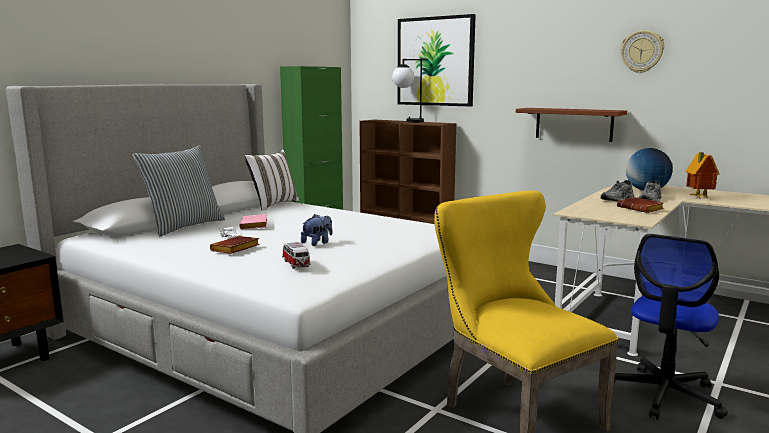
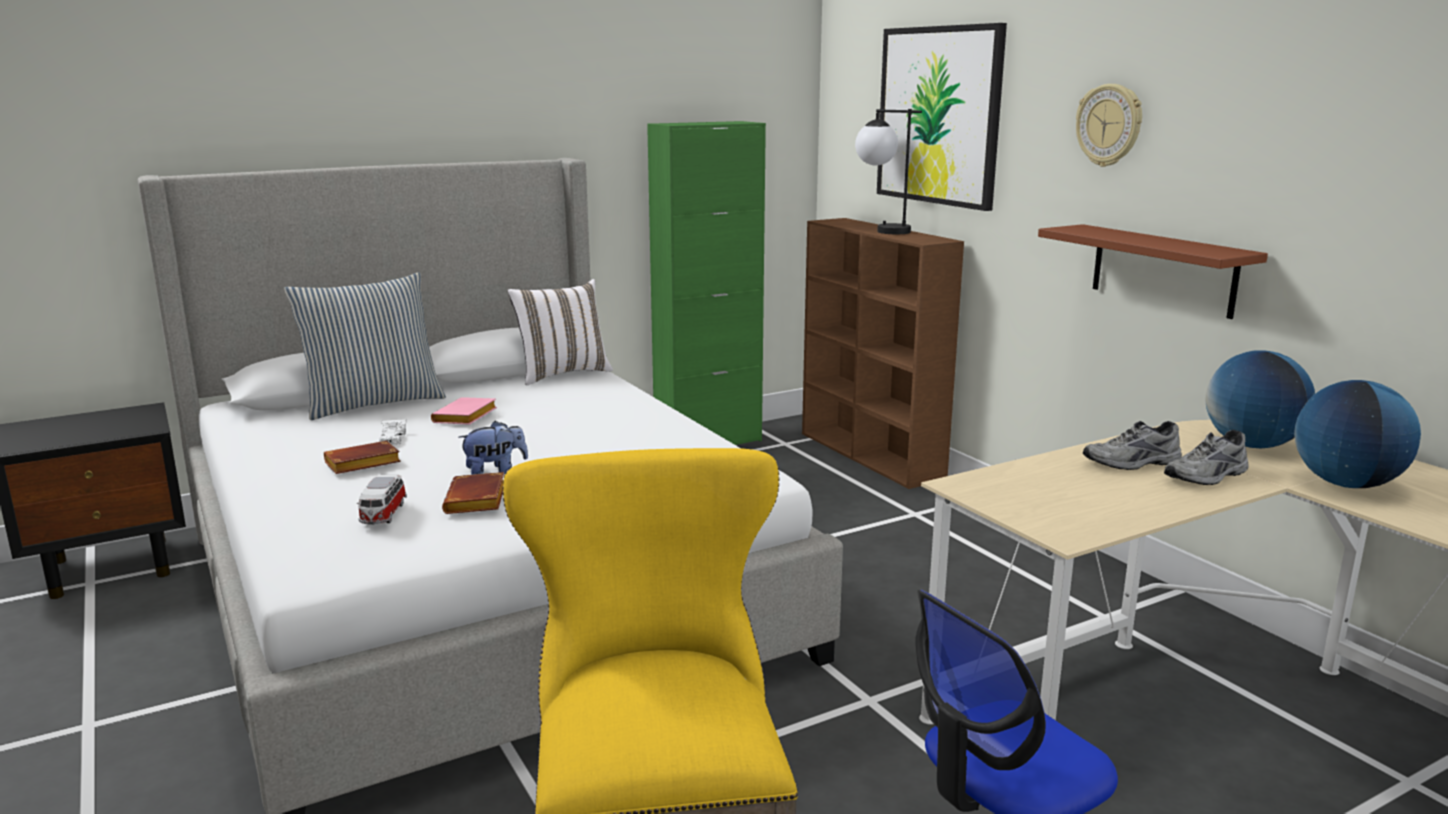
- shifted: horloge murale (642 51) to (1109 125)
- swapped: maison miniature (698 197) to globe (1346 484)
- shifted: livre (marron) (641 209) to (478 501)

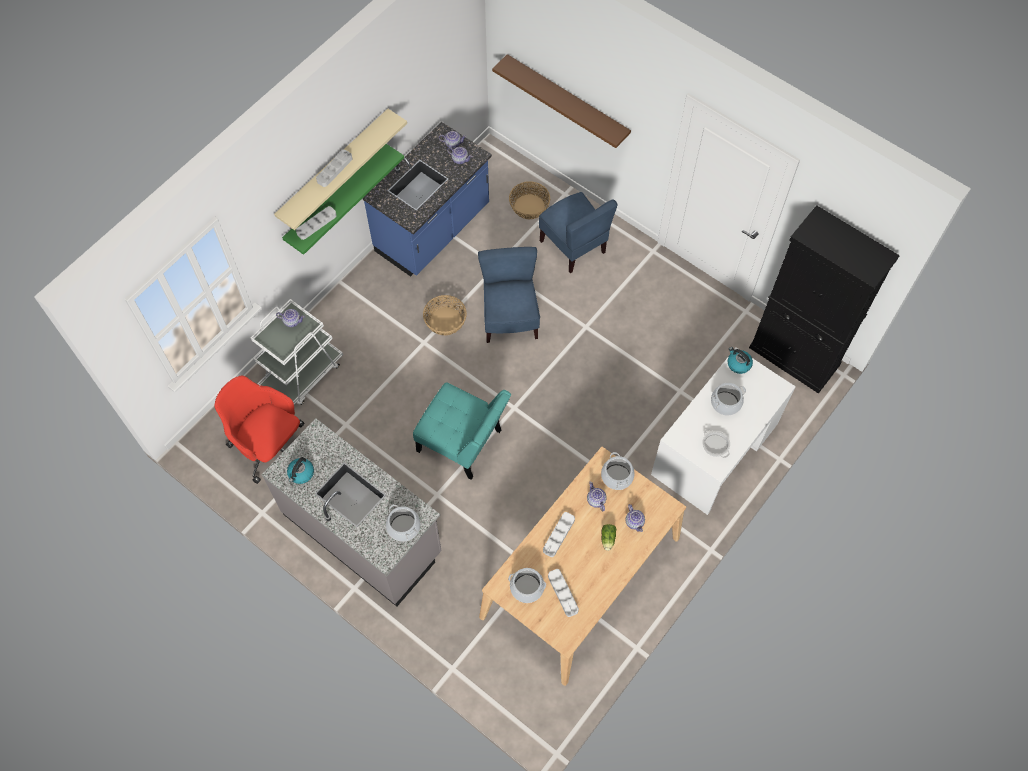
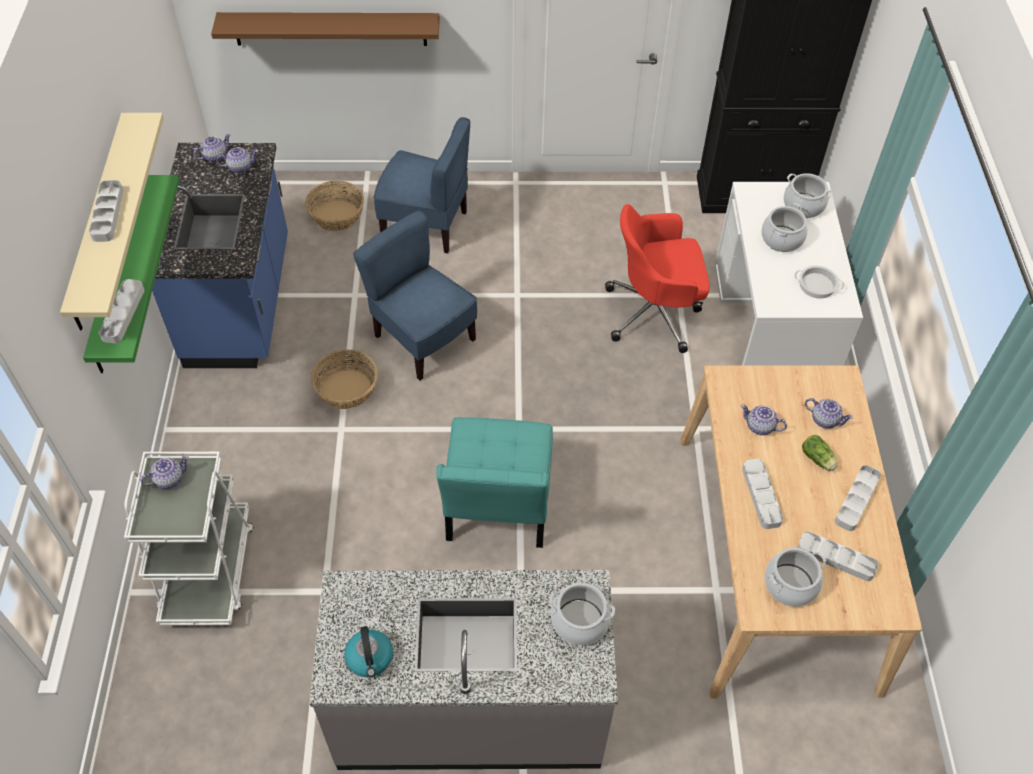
- gone: bouilloire (738 364)
- shifted: chaise de bureau (rouge) (269 446) to (655 313)
- rotated: chaise (turquoise) (463 443) = (497 509) 105 degrees clockwise
- shifted: marmite (617 476) to (803 205)
- new: plateau (gris) (856 500)

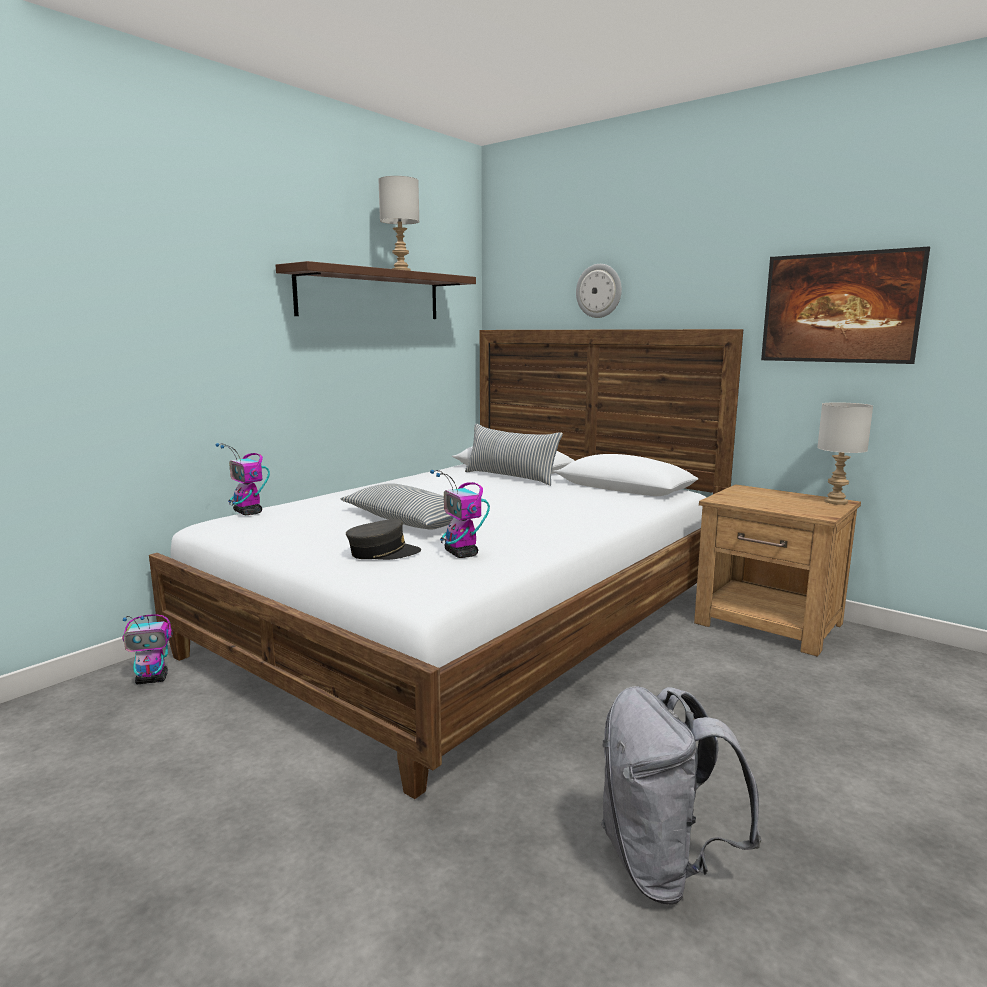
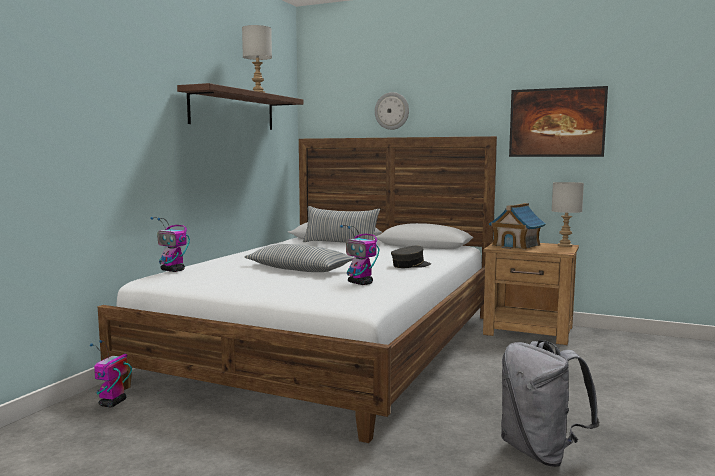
- shifted: casquette (gris) (383 553) to (410 265)
- rotated: robot jouet (153 679) = (112 403) 135 degrees clockwise
- new: maison miniature (516 245)

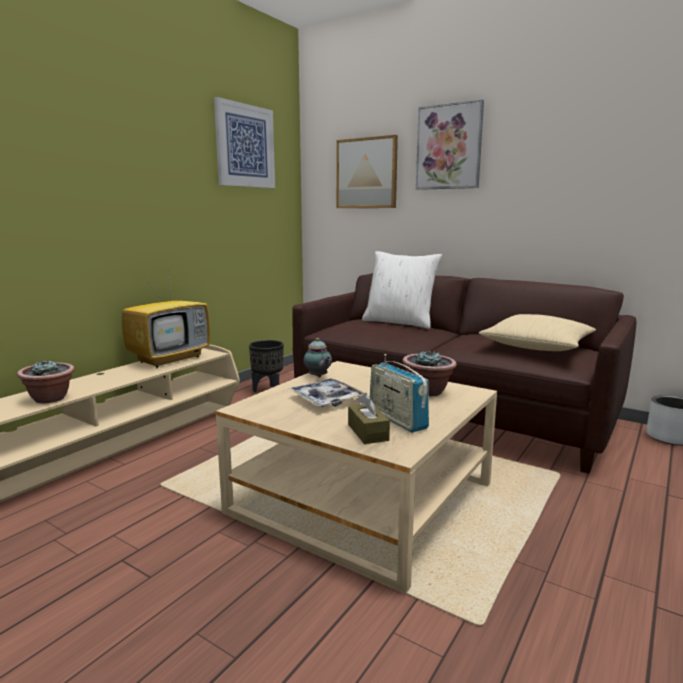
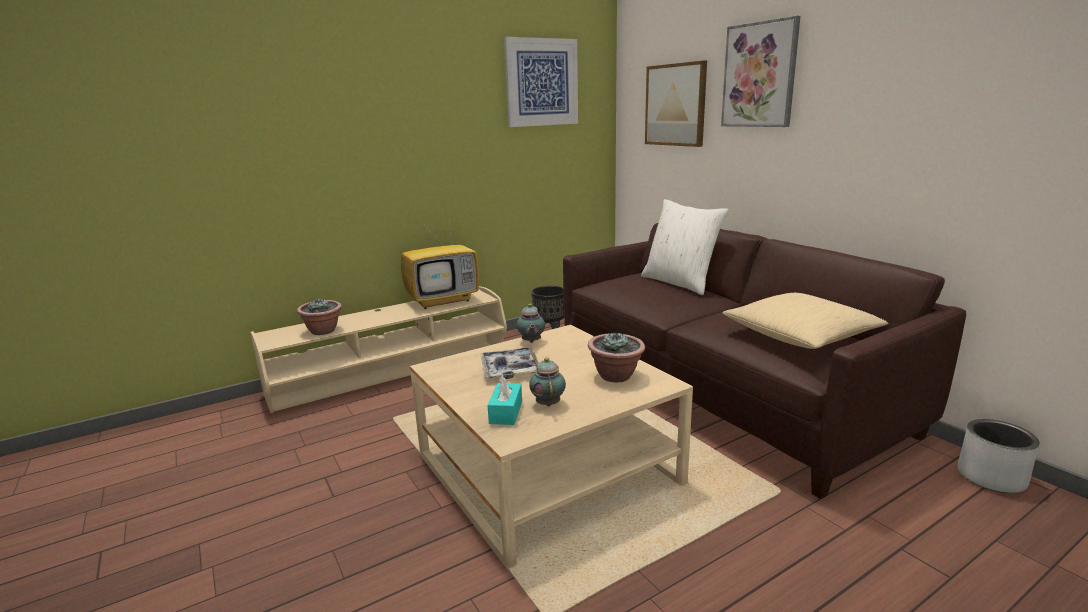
- swapped: radio (397 419) to théière (548 403)
- repainted: boîte à mouchoirs (marron) (368 432) to boîte à mouchoirs (turquoise) (506 412)

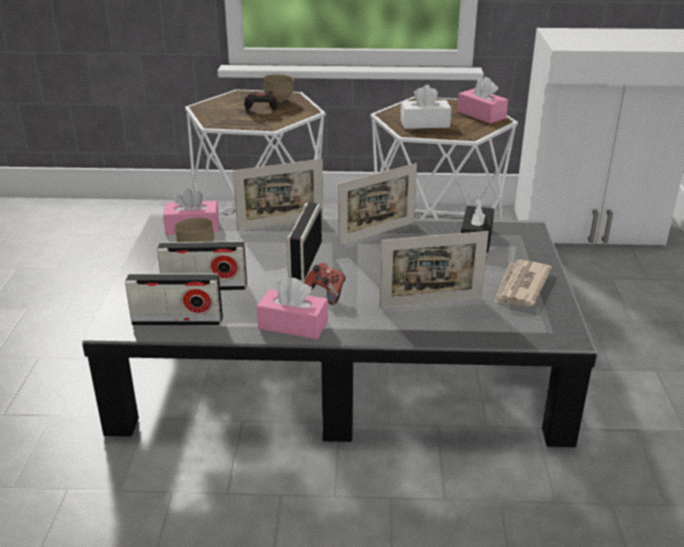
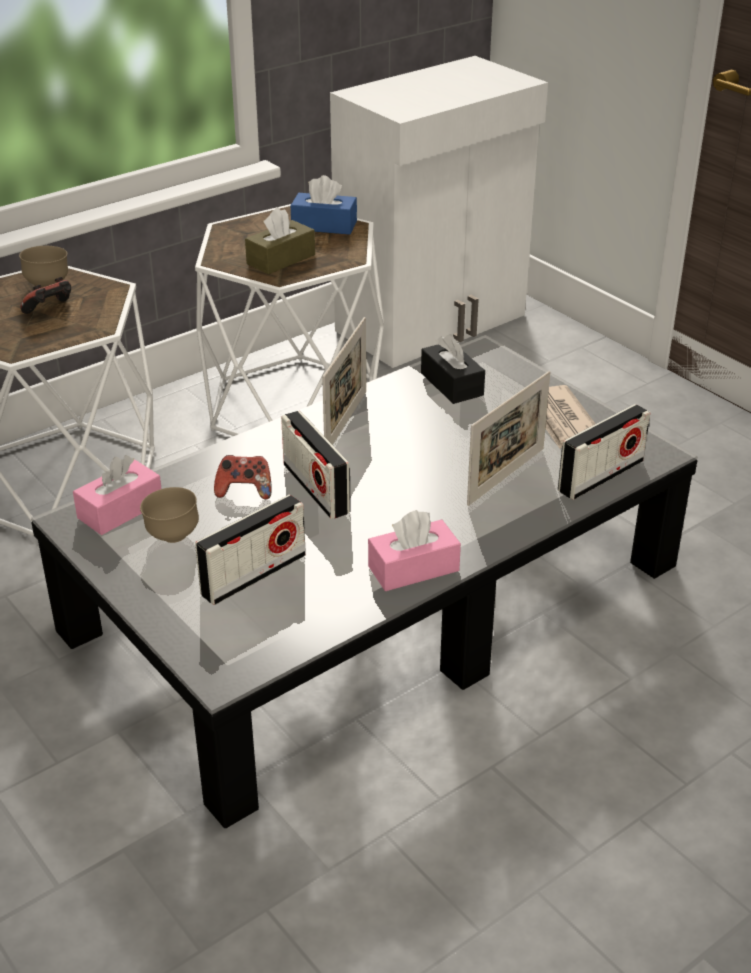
- repainted: boîte à mouchoirs (rose) (481 115) to boîte à mouchoirs (bleu) (324 225)
- repainted: boîte à mouchoirs (blanc) (425 124) to boîte à mouchoirs (marron) (281 259)
- gone: cadre photo (280 224)
- shifted: manette (326 294) to (244 491)
- shifted: radio (177 321) to (601 476)

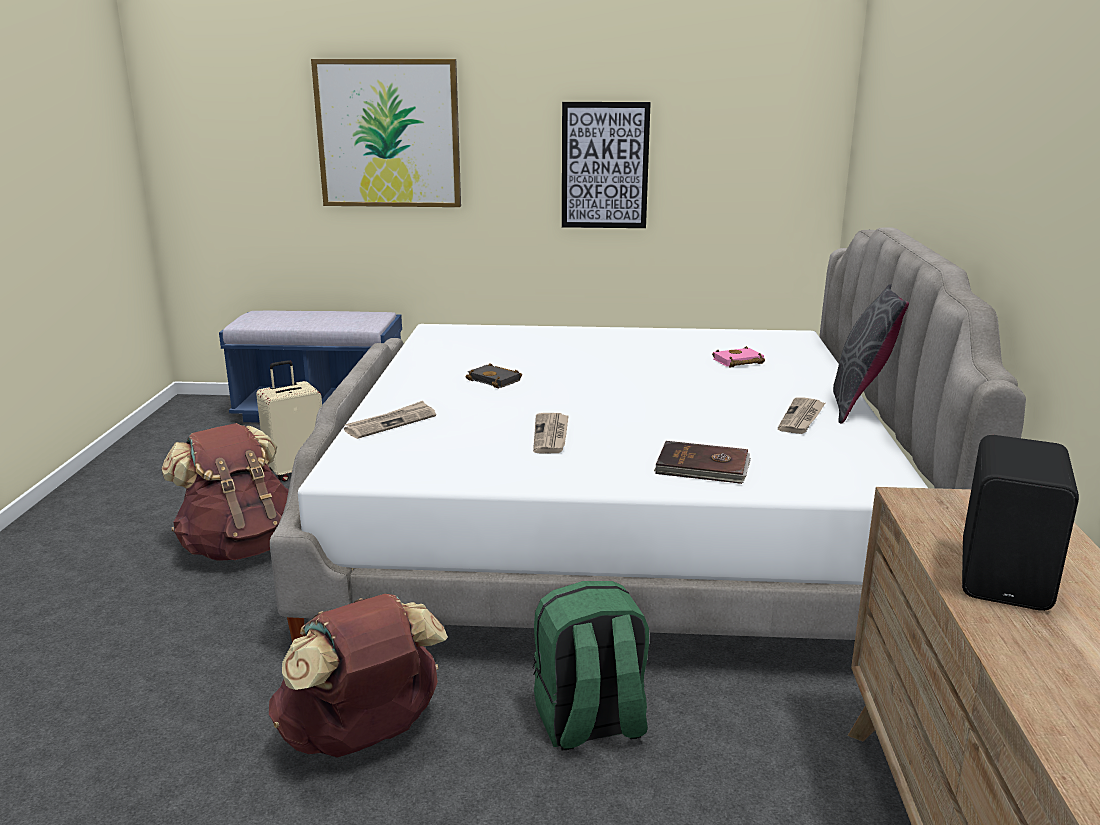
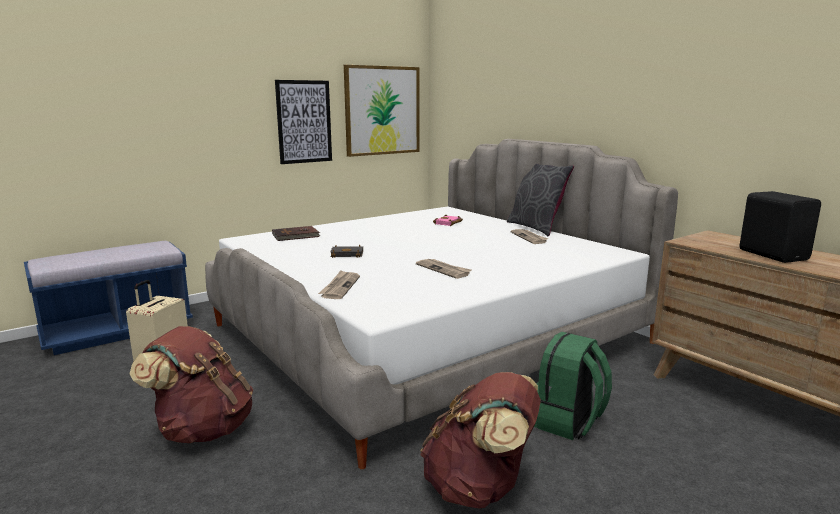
- shifted: tableau (388 134) to (382 110)
- shifted: livre (marron) (703 467) to (296 236)

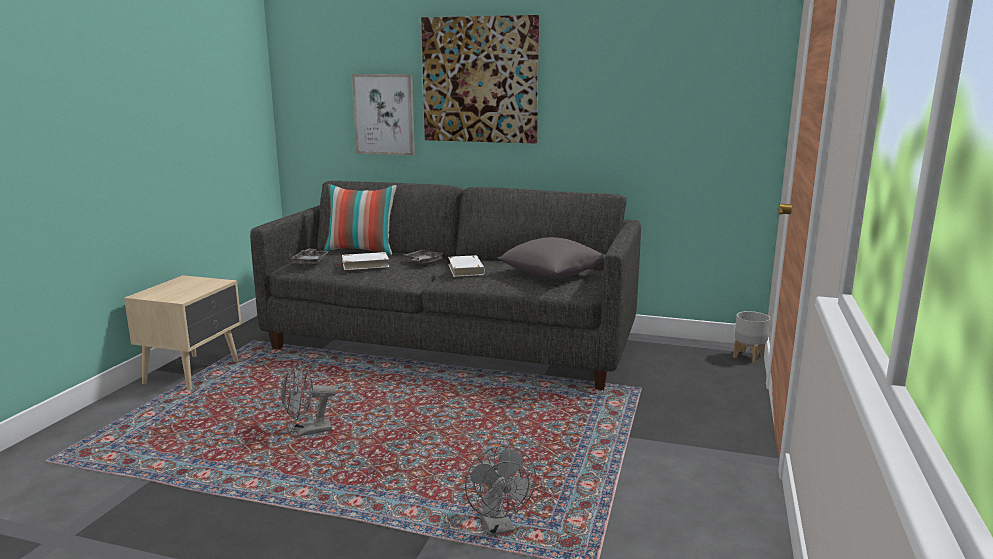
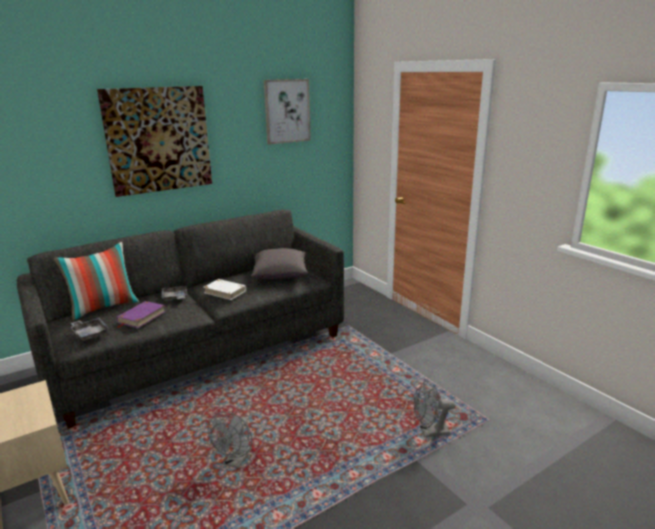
- shifted: tableau (384 114) to (287 111)
- repainted: livre (blanc) (365 264) to livre (violet) (141 317)
- gone: cache-pot (gris) (749 357)
- rotated: ventilateur (gris) (498 527) = (430 432) 150 degrees clockwise

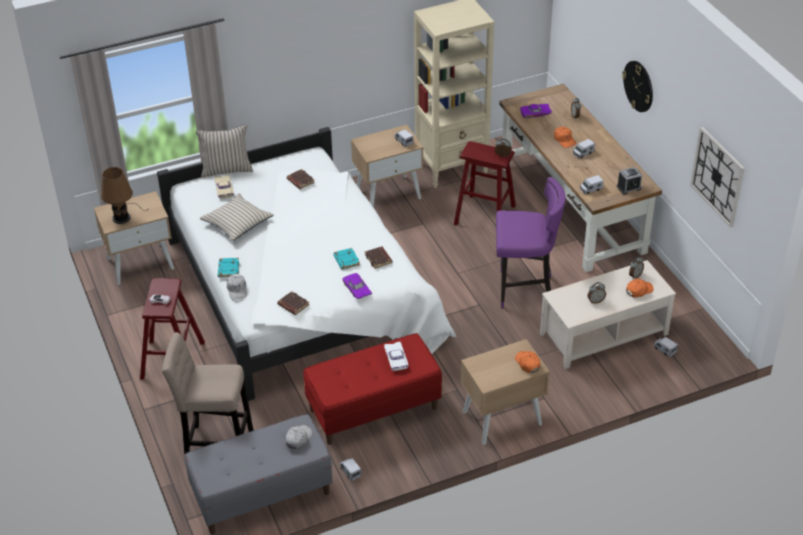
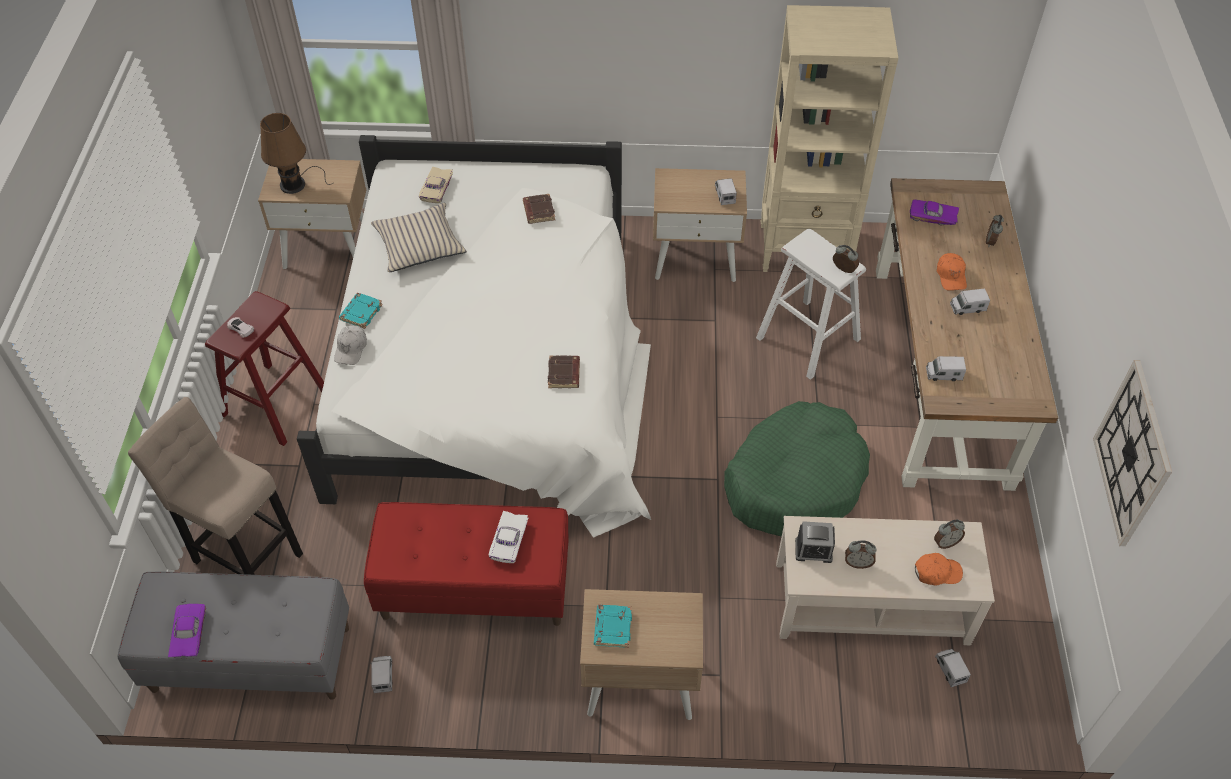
- gone: horloge murale (638 86)
- gone: coussin (beige) (226 169)
- repainted: tabouret (rouge) (484 215) to tabouret (blanc) (808 338)
- shifted: réveil (628 187) to (813 550)
- swapped: tabouret (violet) (524 290) to panier pour chien (vert) (794 480)
- shifted: livre (turquoise) (346 260) to (612 627)
- shifted: petite voiture (violet) (356 290) to (187 634)
- gone: livre (marron) (293 305)
- gone: casquette (orange) (527 363)
- gone: casquette (blanc) (298 438)

